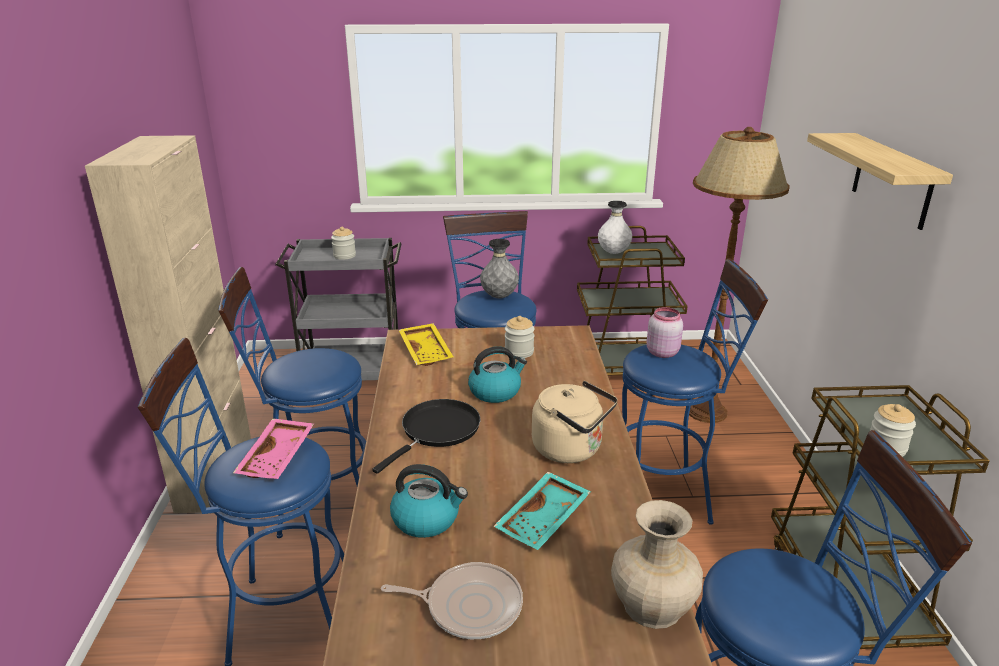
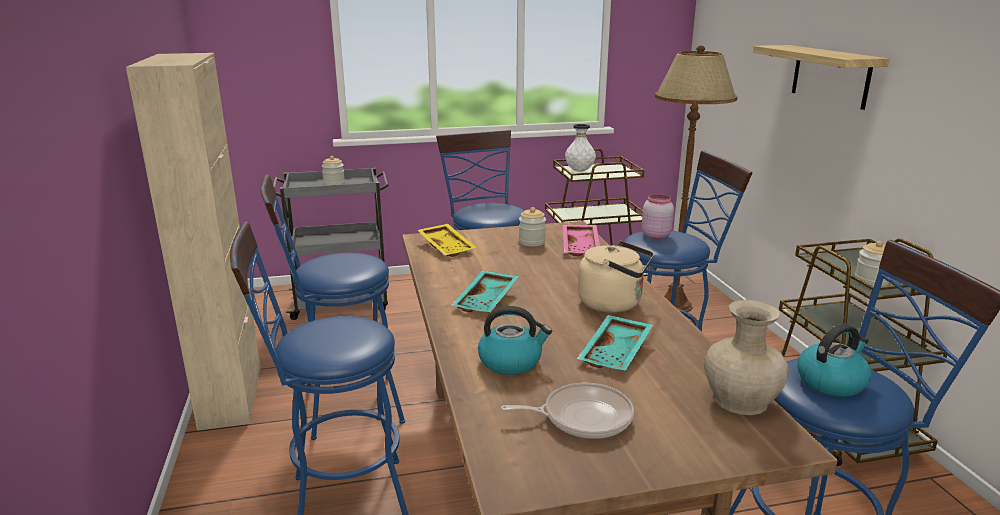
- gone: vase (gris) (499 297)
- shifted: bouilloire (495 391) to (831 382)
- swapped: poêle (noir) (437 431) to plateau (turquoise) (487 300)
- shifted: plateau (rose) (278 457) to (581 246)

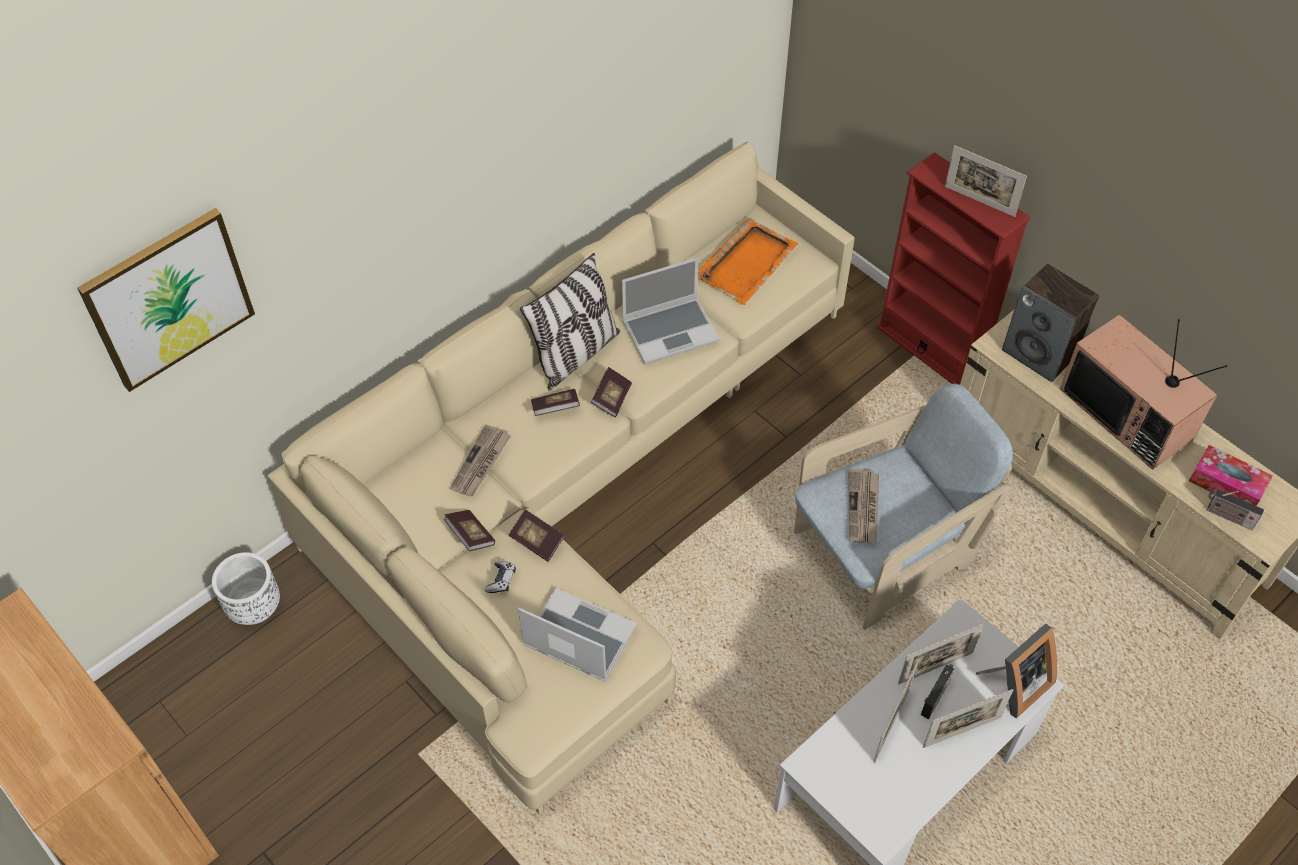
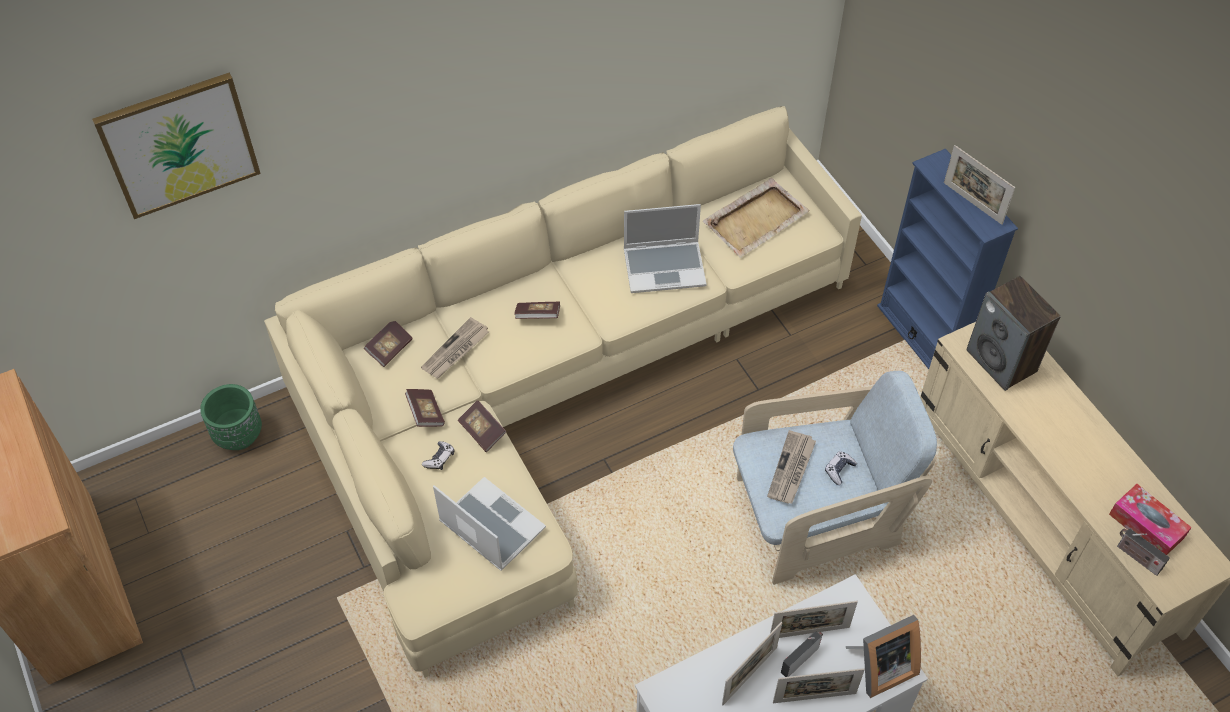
- repainted: bibliothèque (rouge) (930 349) to bibliothèque (bleu) (922 336)
- repainted: plateau (orange) (747 263) to plateau (beige) (756 219)
- gone: coussin (575 354)
- gone: téléviseur (1129 414)
- shifted: livre (611 398) to (389 349)
- repainted: cache-pot (blanc) (254 607) to cache-pot (vert) (239 435)
- new: manette (839 470)

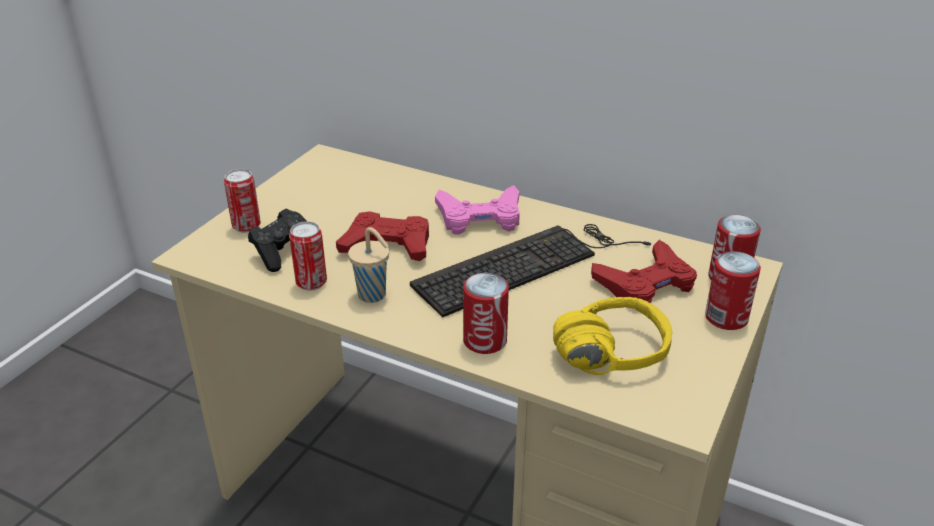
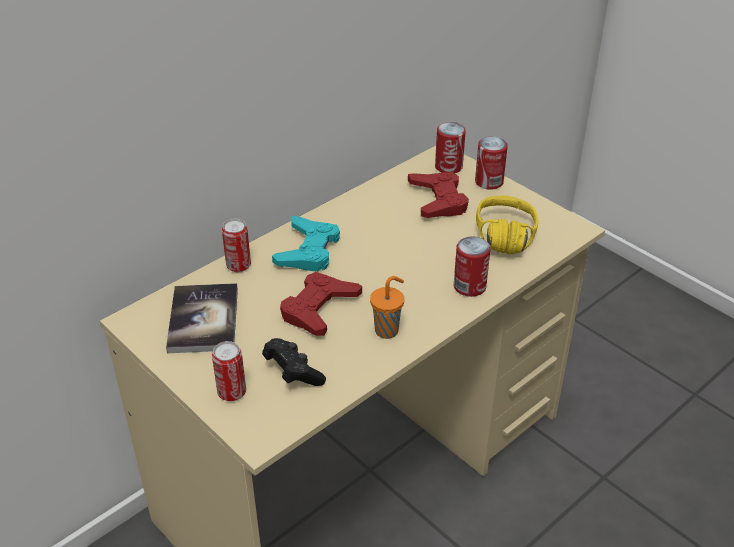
- repainted: manette (rose) (480 217) to manette (turquoise) (308 250)
- shifted: boîte métallique (311 283) to (238 266)
- gone: clavier (526 265)
- repainted: tasse (beige) (373 295) to tasse (orange) (388 330)
- new: livre (203 320)

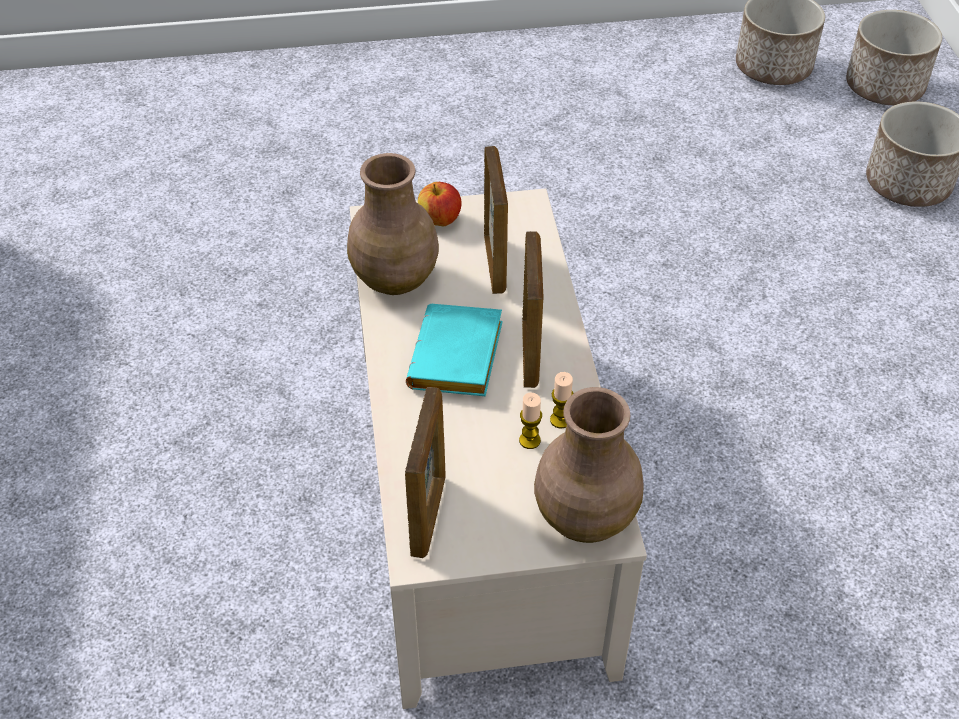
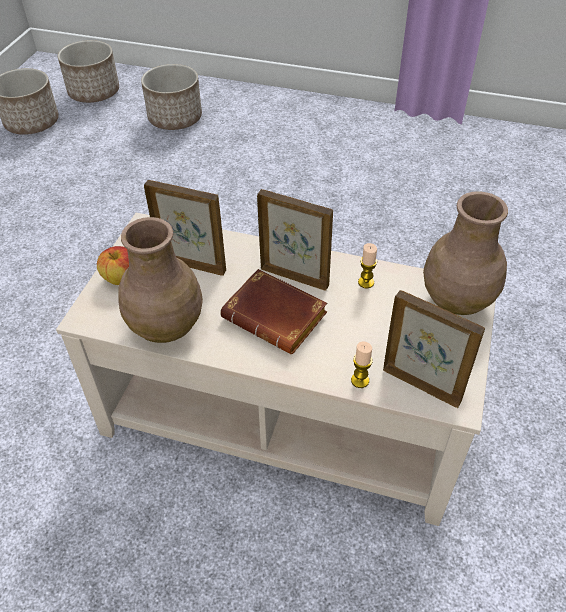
- repainted: livre (turquoise) (459 360) to livre (marron) (278 317)
- shifted: bougie (529 440) to (360 380)

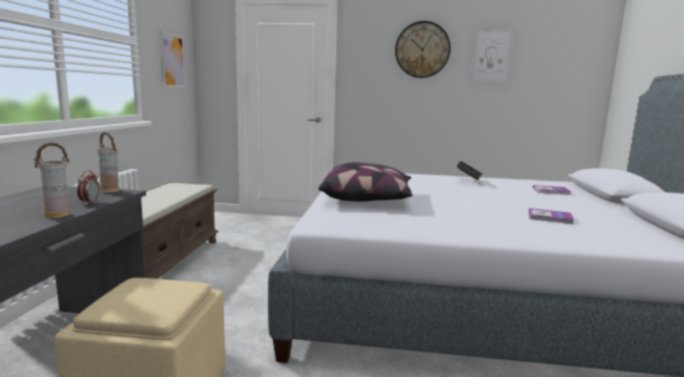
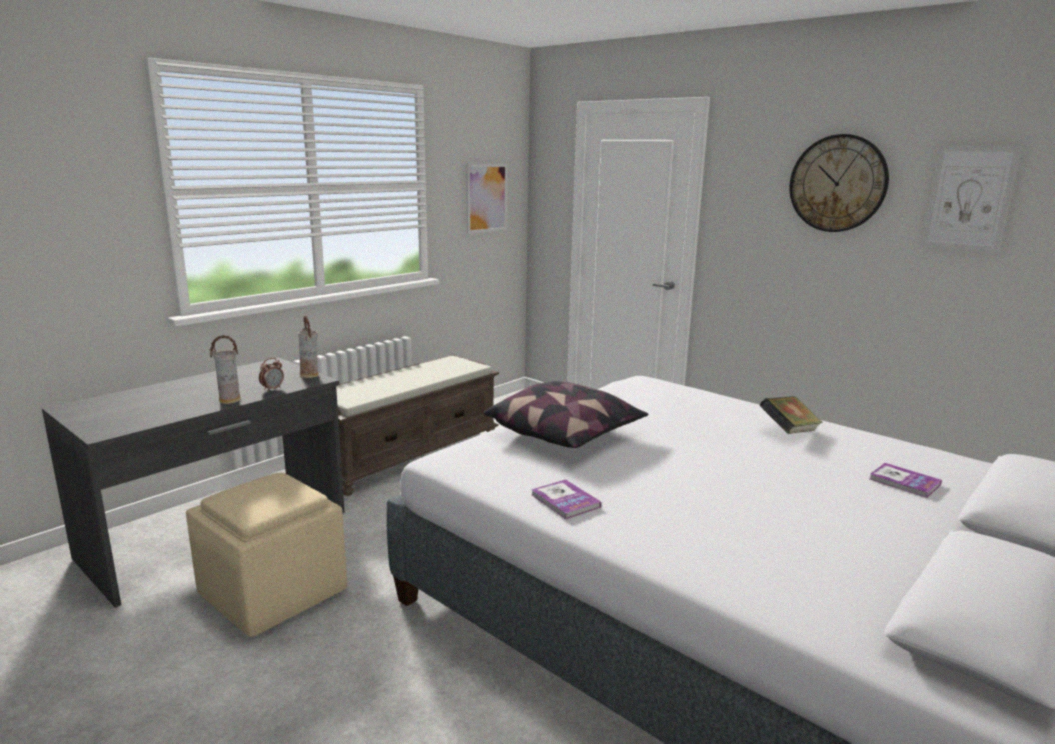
- shifted: livre (550 217) to (565 501)

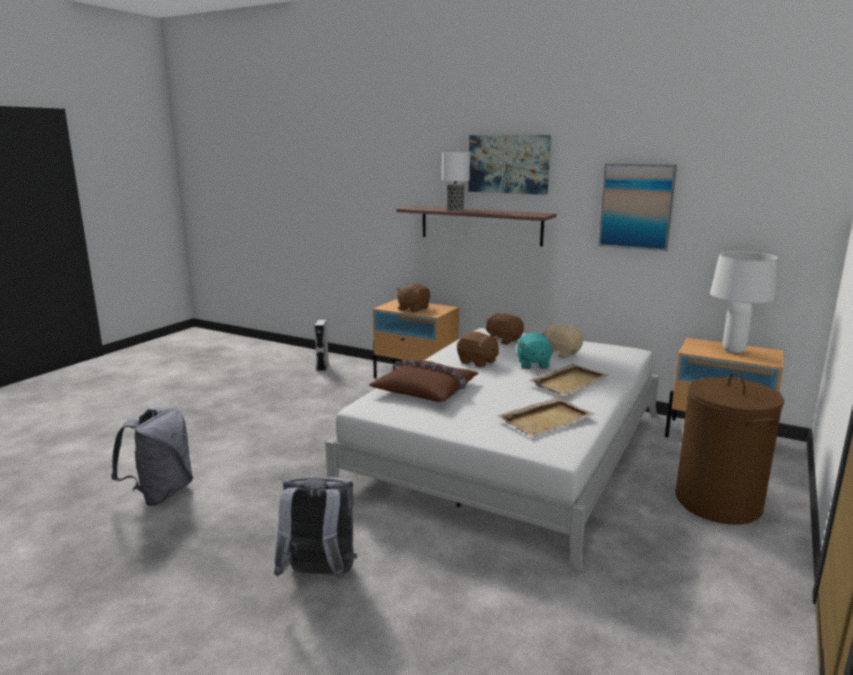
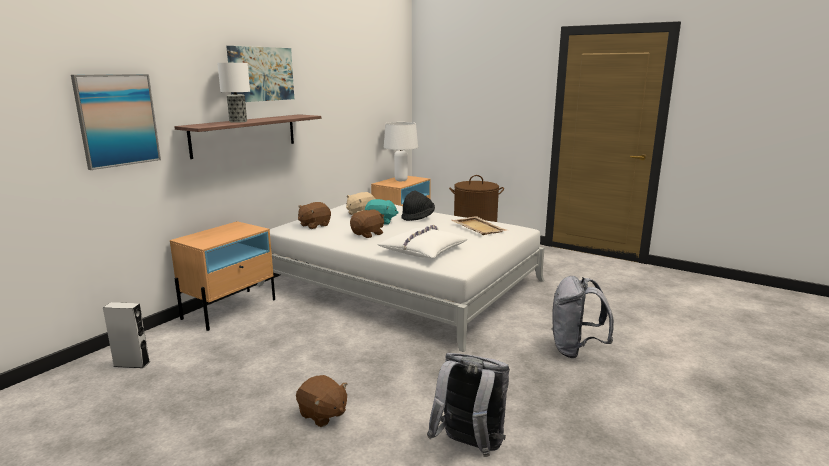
- shifted: tableau (636 206) to (117 120)
- shifted: peluche (marron) (413 309) to (322 414)
- repainted: coussin (marron) (426 389) to coussin (blanc) (422 250)
- swapped: plateau (beige) (569 381) to chapeau (noir) (418 217)

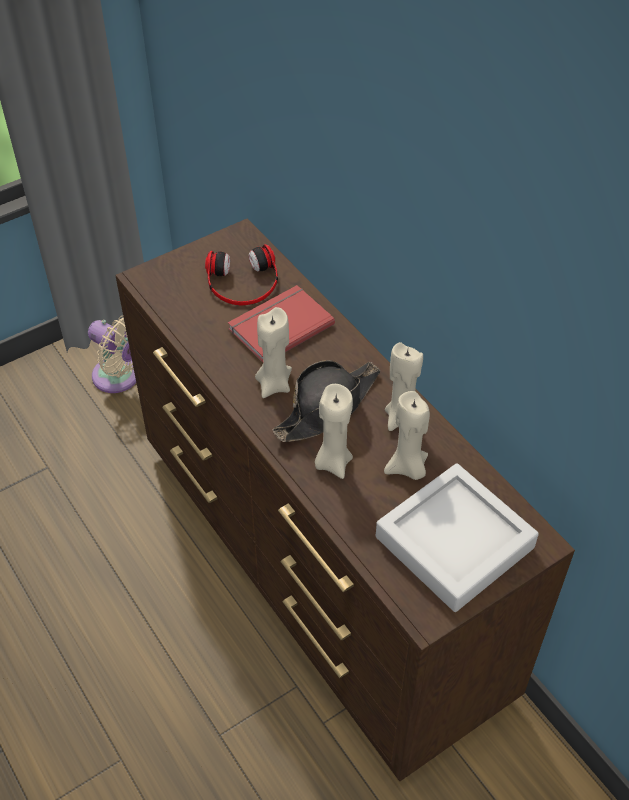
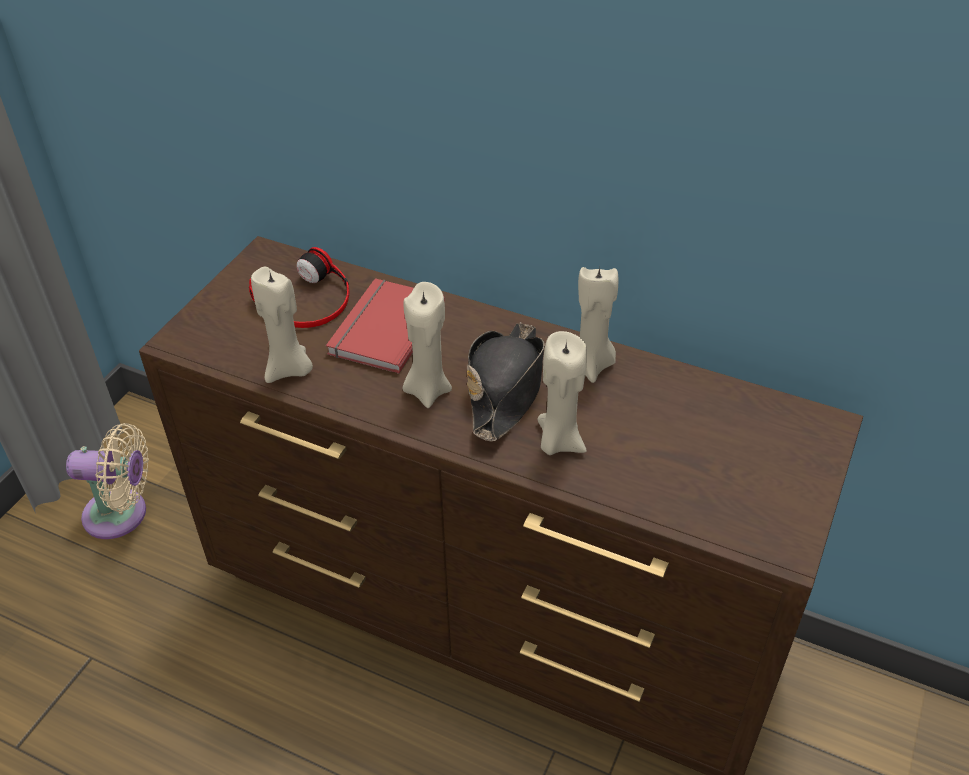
- shifted: bougie (beige) (407 468) to (289 370)
- gone: plateau (gris) (454 542)

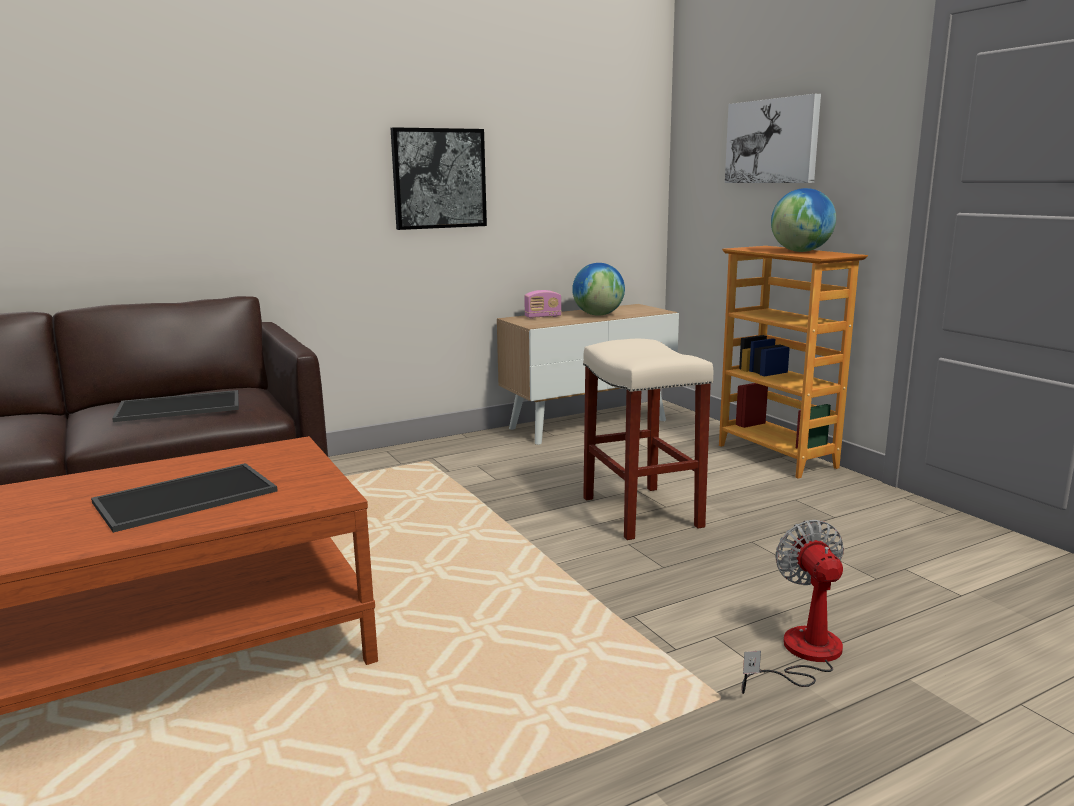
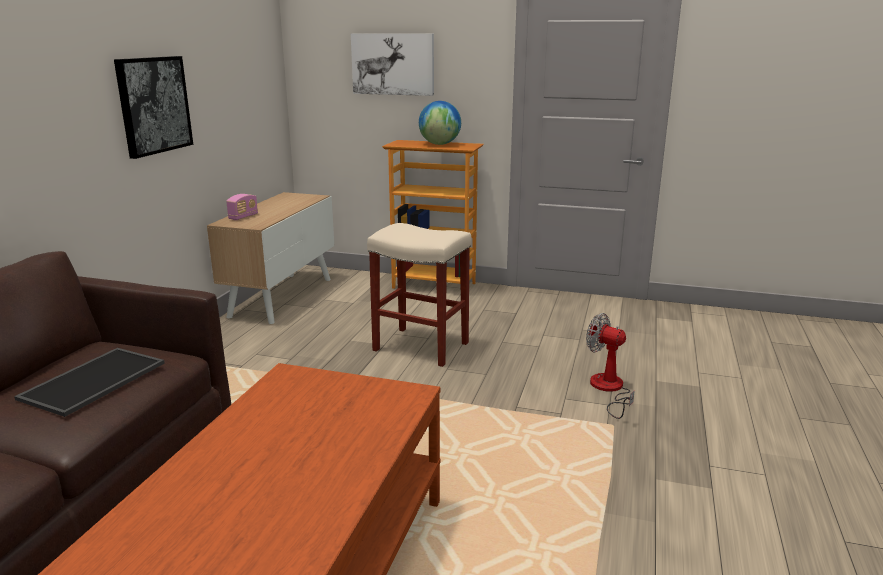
- gone: globe (598 315)
- gone: plateau (185 498)

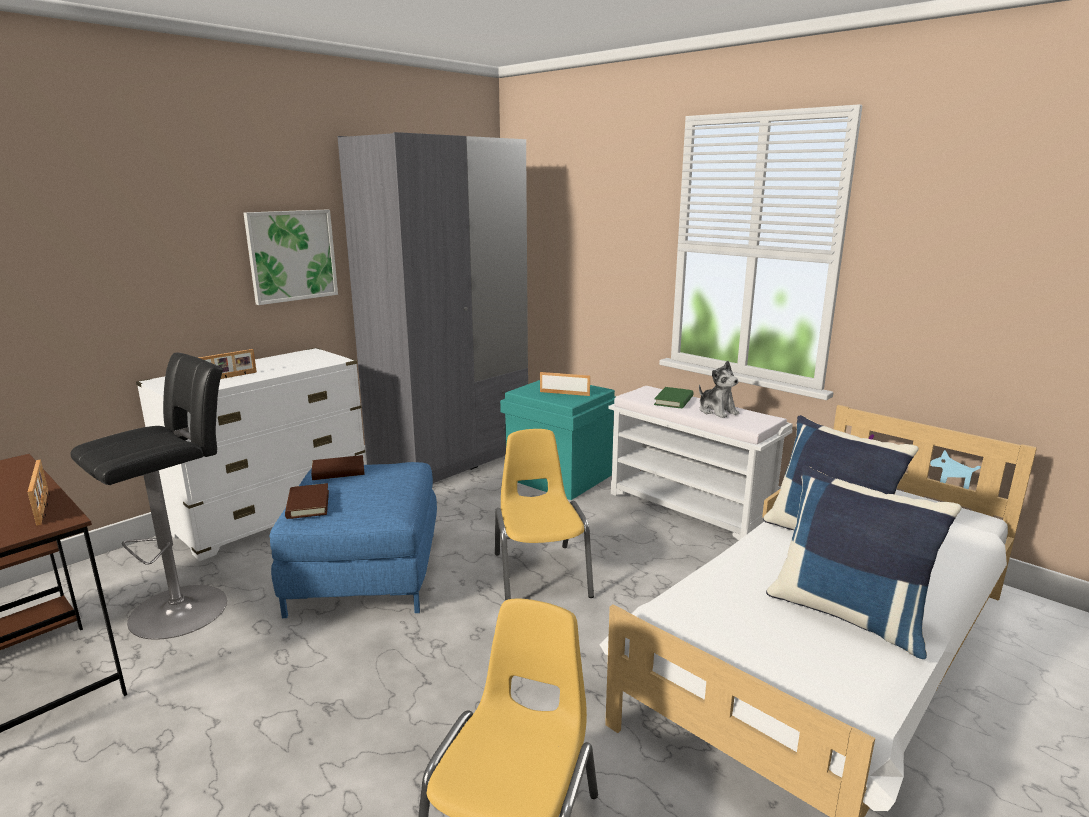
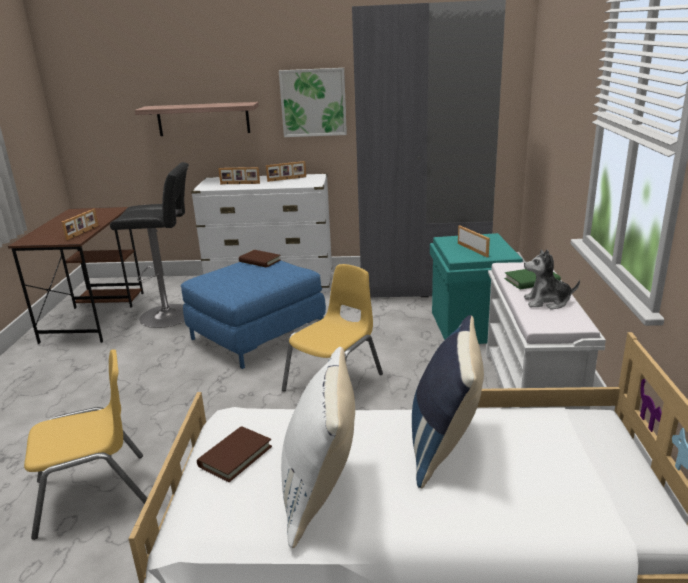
- rotated: peluche (717 411) = (547 302) 75 degrees clockwise
- repainted: coussin (bleu) (848 614) to coussin (blanc) (321 492)
- shifted: livre (marron) (308 504) to (235 456)
- new: étagère (203 119)
- new: cadre photo (287 179)

